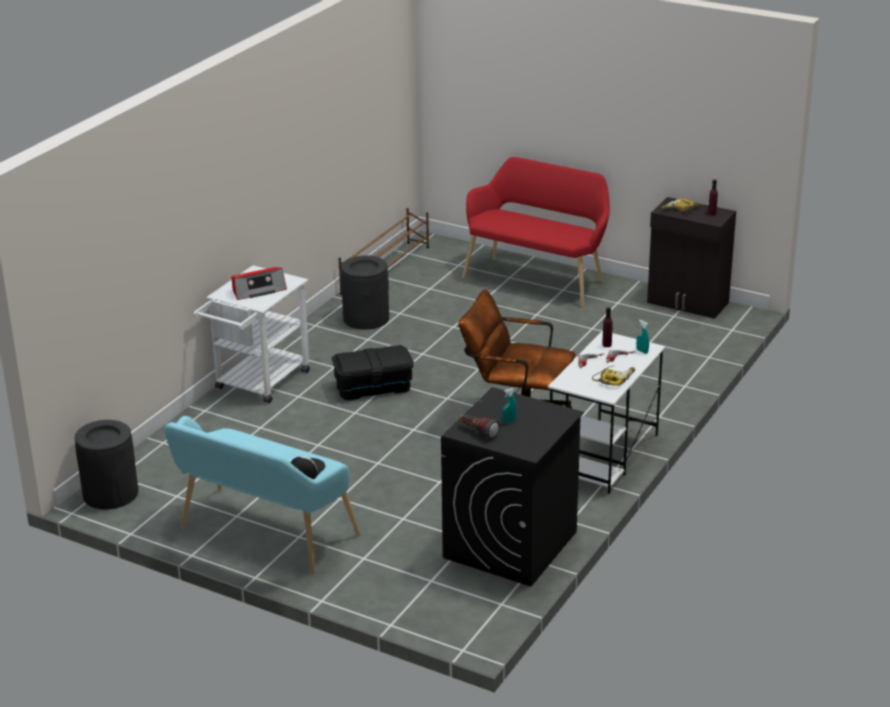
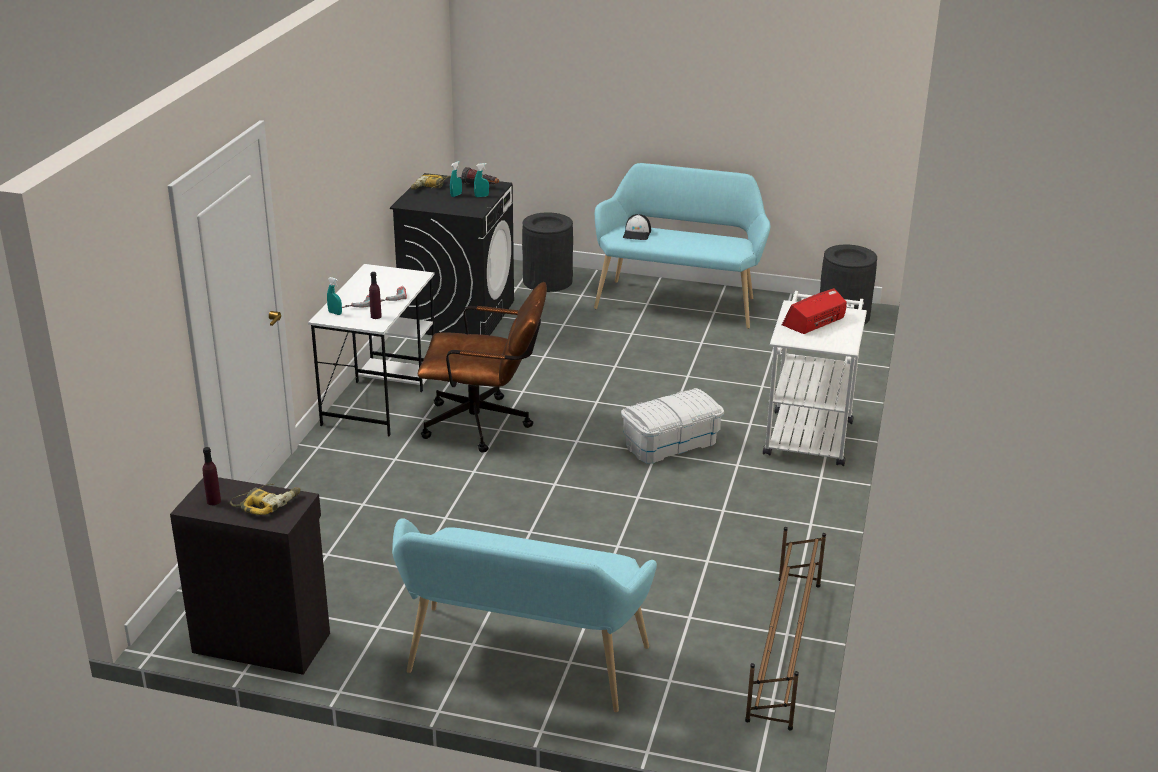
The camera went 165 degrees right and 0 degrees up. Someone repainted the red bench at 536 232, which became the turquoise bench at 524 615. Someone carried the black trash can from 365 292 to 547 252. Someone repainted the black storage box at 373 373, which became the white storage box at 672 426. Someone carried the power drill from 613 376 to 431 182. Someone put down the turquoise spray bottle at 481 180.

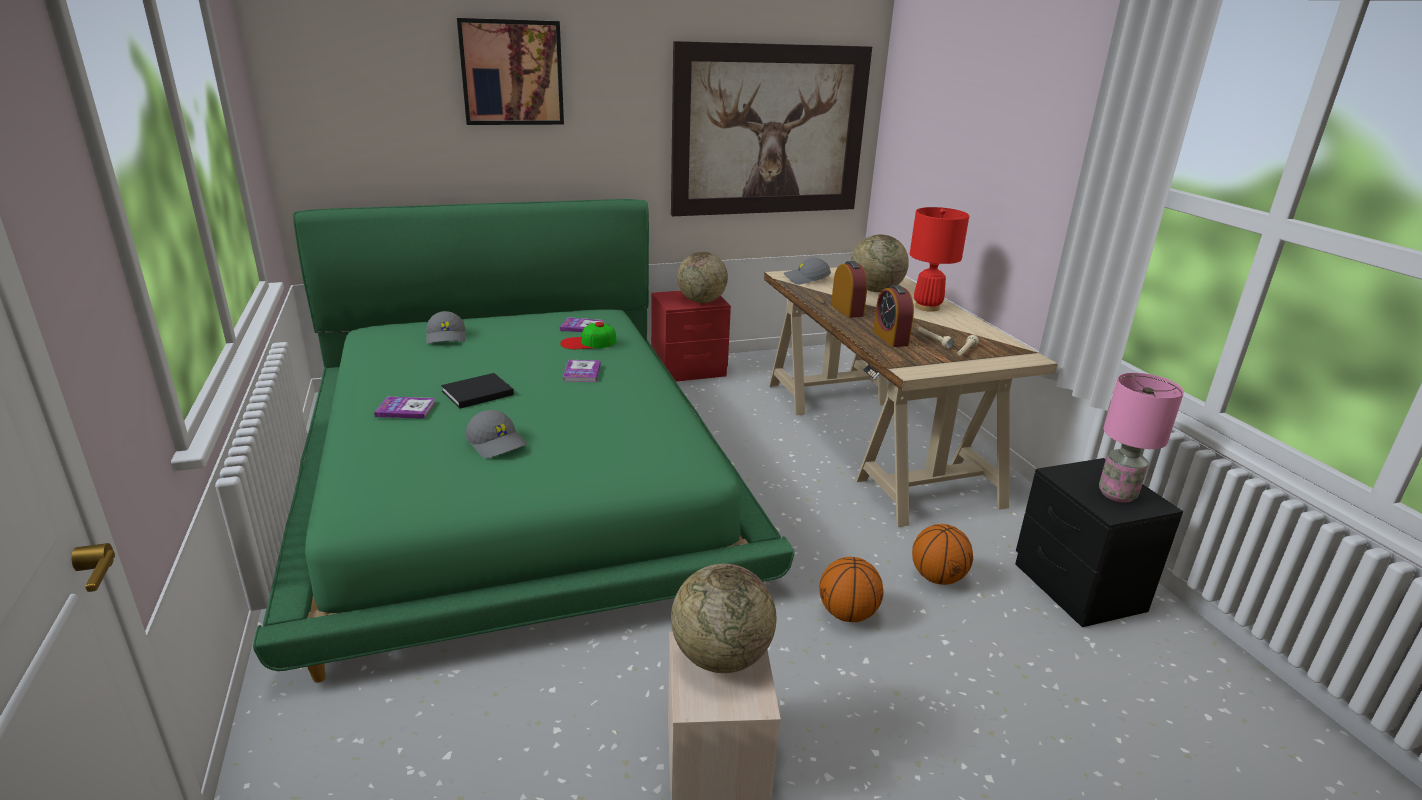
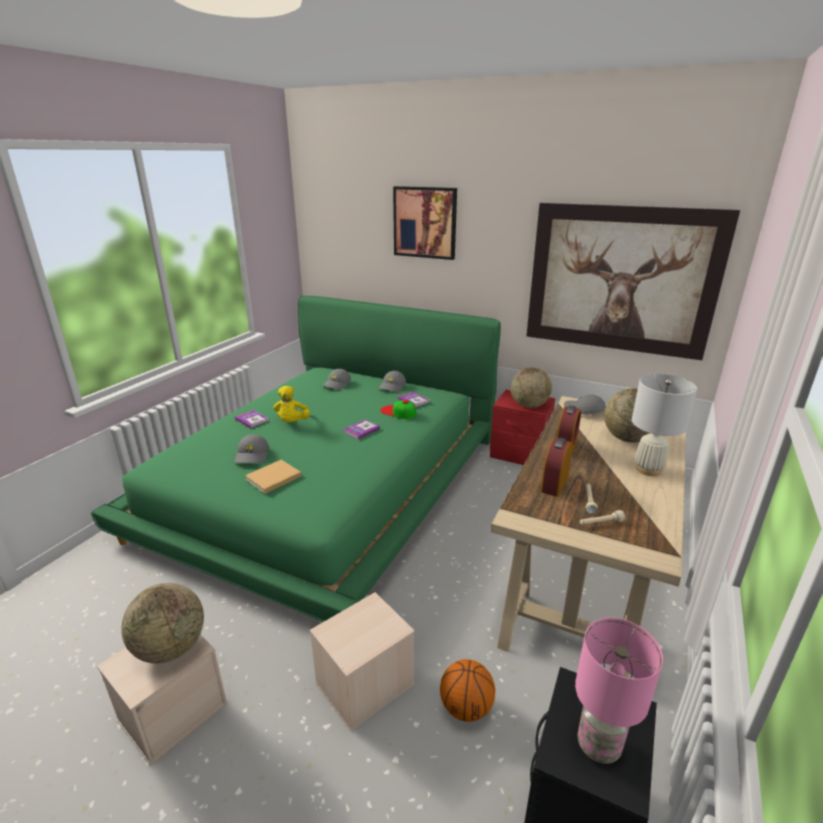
The camera went 45 degrees right and 0 degrees up. Someone repainted the red table lamp at 939 259, which became the white table lamp at 664 425. Someone swapped the black book at 477 391 for the yellow plush toy at 291 404. Someone swapped the basketball at 852 589 for the beige storage box at 362 661. Someone put down the grey cap at 392 381. Someone put down the beige book at 273 477.

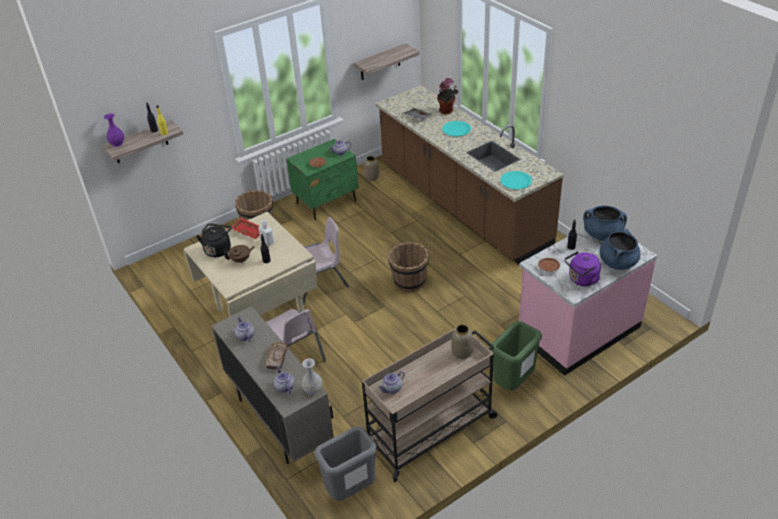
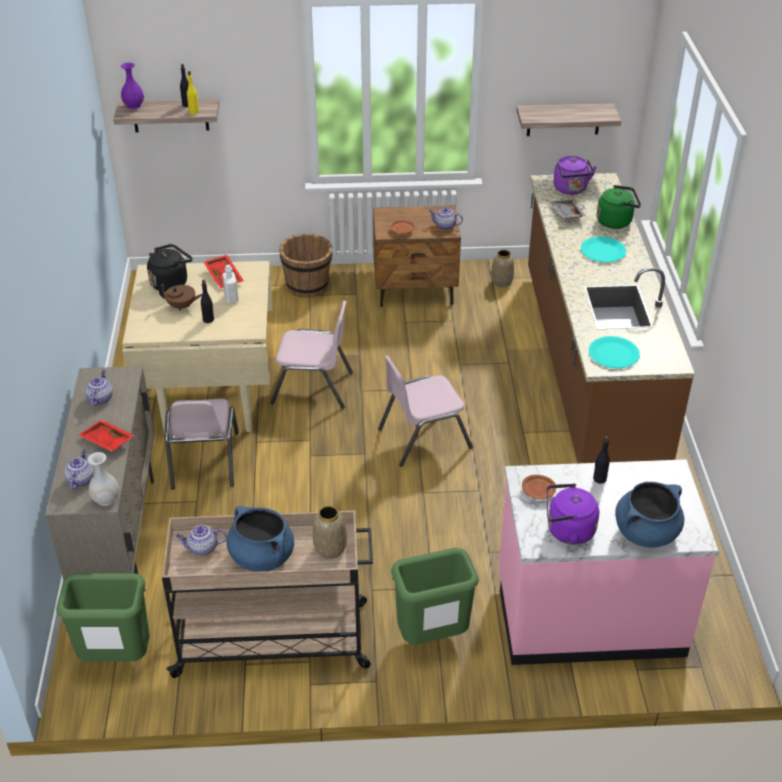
The camera went 30 degrees right and 0 degrees up. Someone swapped the potted plant at 447 96 for the green kettle at 619 207. Someone repainted the green nightstand at 322 179, which became the brown nightstand at 417 256. Someone carried the blue cooking pot from 605 223 to 260 539. Someone swapped the brown bucket at 408 267 for the pink chair at 425 411. Someone swapped the bread at 276 356 for the red tray at 107 435. Someone repainted the grey trash can at 345 463, which became the green trash can at 103 617. Someone put down the purple kettle at 574 175.

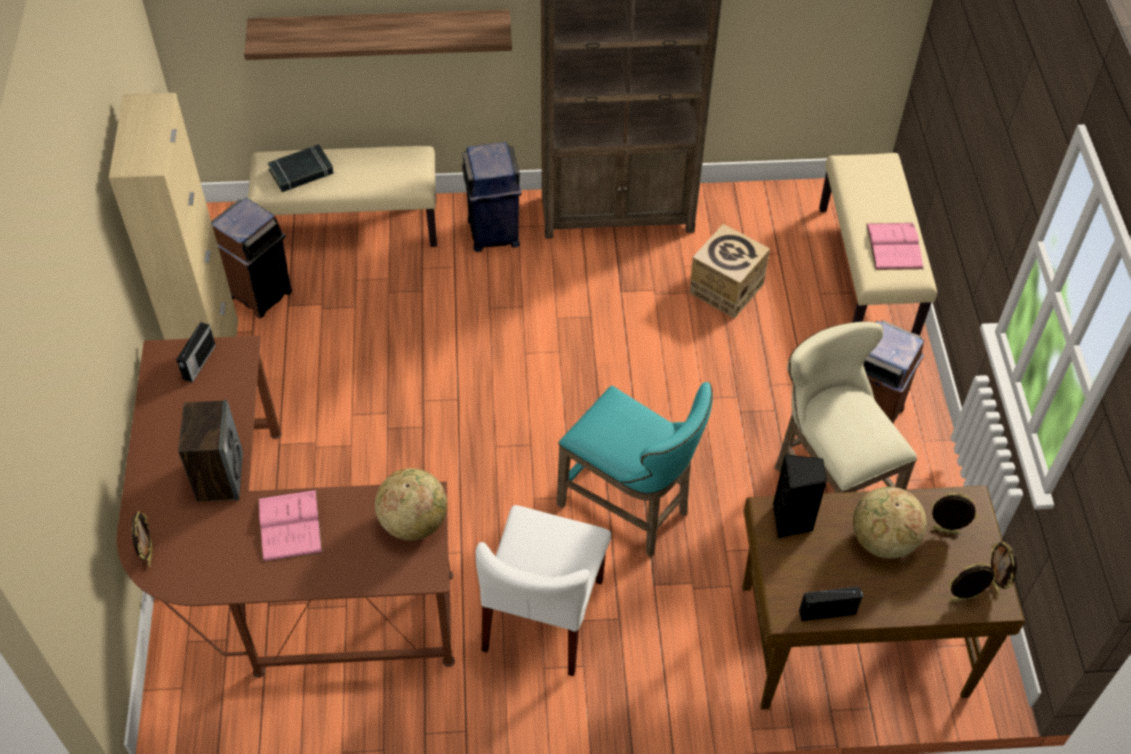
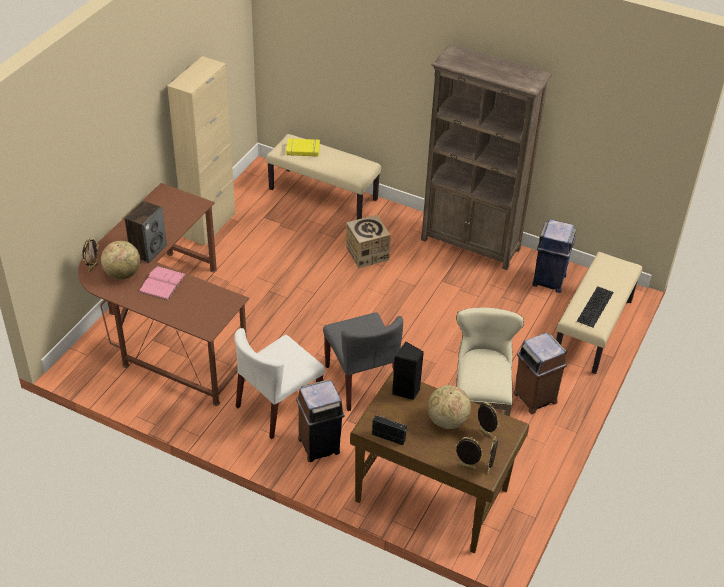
The camera went 30 degrees right and 10 degrees down. Someone took away the shelf at 378 34. Someone carried the blue trash can from 492 197 to 554 256. Someone repainted the black book at 301 168, which became the yellow book at 303 147. Someone carried the brown trash can from 251 258 to 320 421. Someone swapped the pink book at 895 246 for the keyboard at 595 306. Someone carried the cardboard box from 730 271 to 368 241. Someone took away the radio at 196 352. Someone swapped the turquoise stool at 635 469 for the grey chair at 363 361. Someone carried the globe from 411 504 to 121 260.

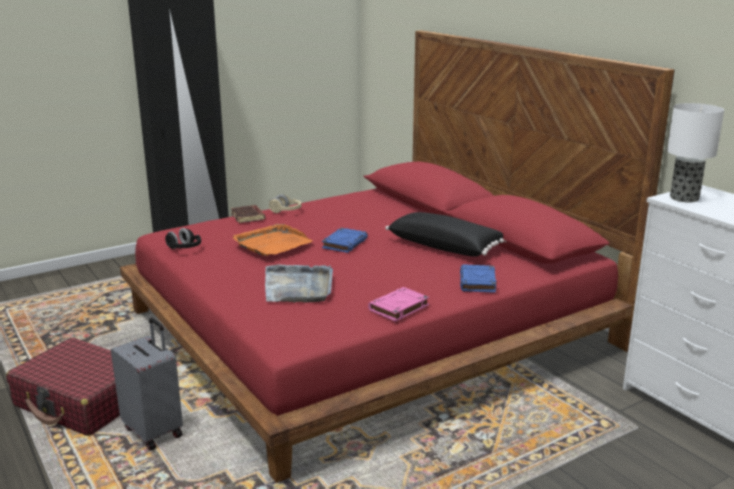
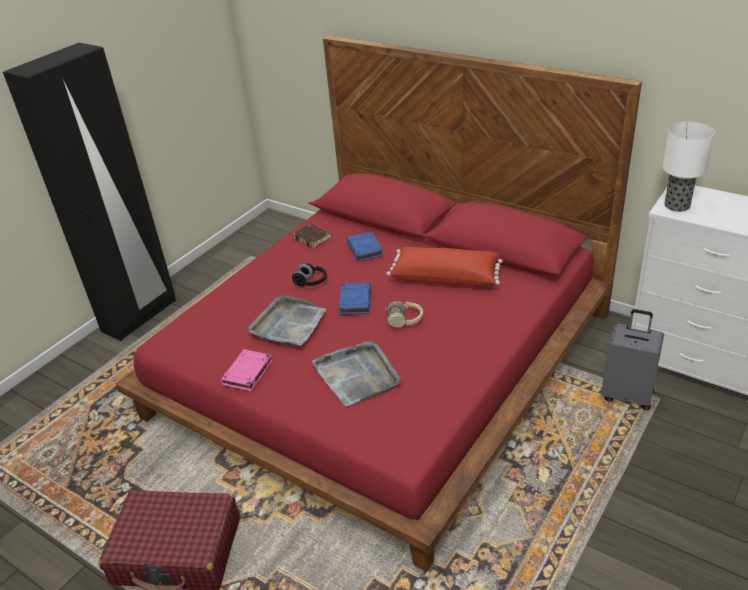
The camera went 20 degrees left and 15 degrees up. Someone carried the beige headphones from 285 203 to 404 314. Someone carried the brown book from 248 214 to 312 235. Someone repainted the black pillow at 445 234, which became the red pillow at 444 266. Someone repainted the orange tray at 273 240, which became the grey tray at 287 320. Someone carried the black headphones from 183 238 to 309 275. Someone carried the blue book from 478 278 to 365 246. Someone carried the pink book from 398 304 to 246 370. Someone carried the grey suitcase from 147 384 to 632 359.

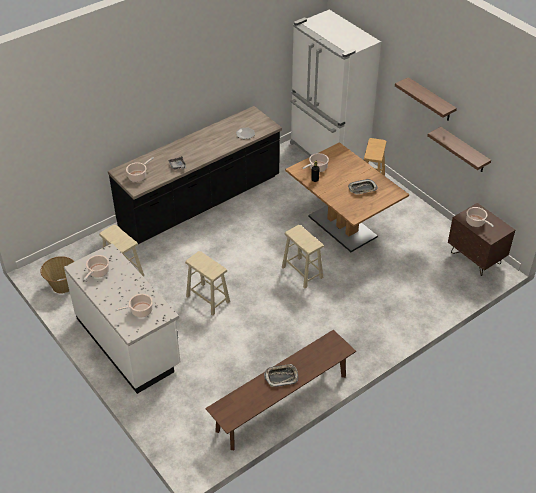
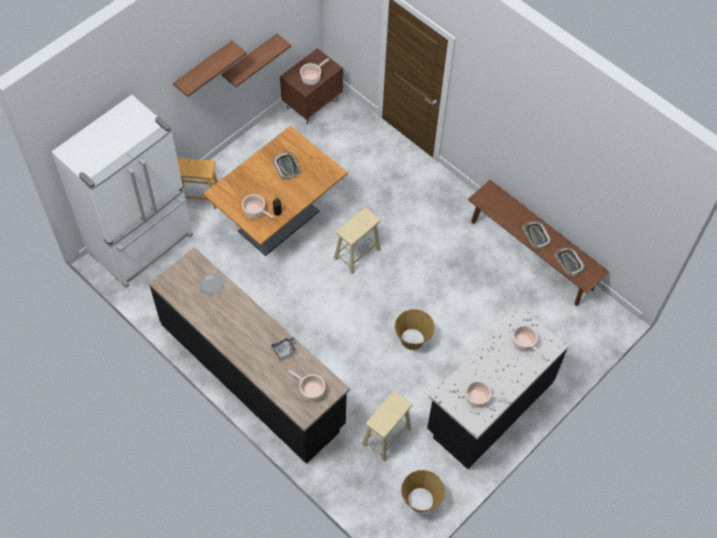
The camera went 100 degrees left and 15 degrees up. Someone repainted the white counter at 122 318, which became the black counter at 498 388. Someone swapped the beige stool at 207 283 for the basket at 415 329. Someone put down the tray at 569 261.

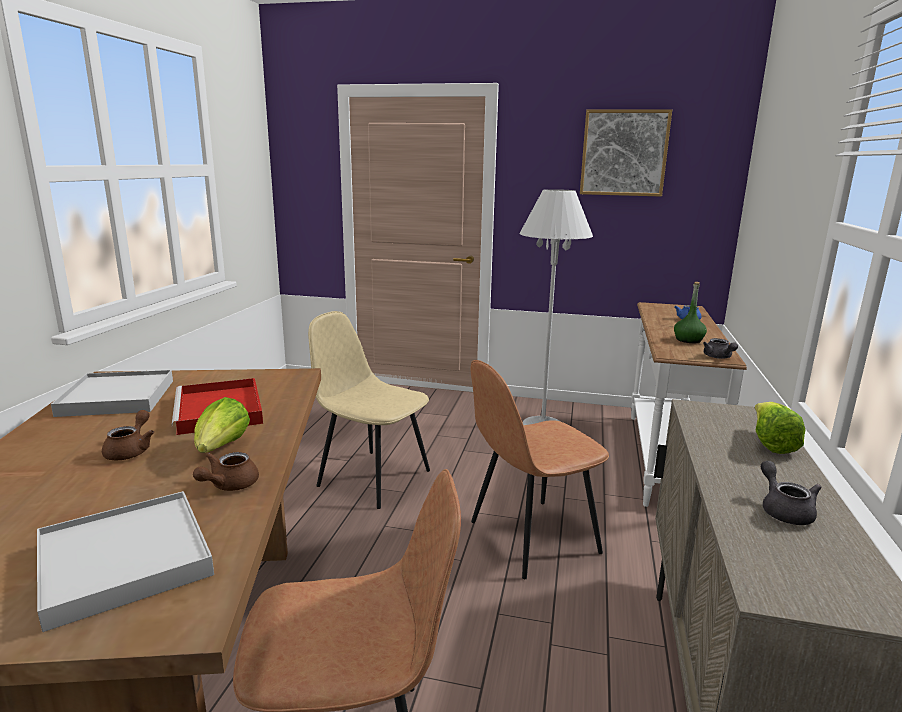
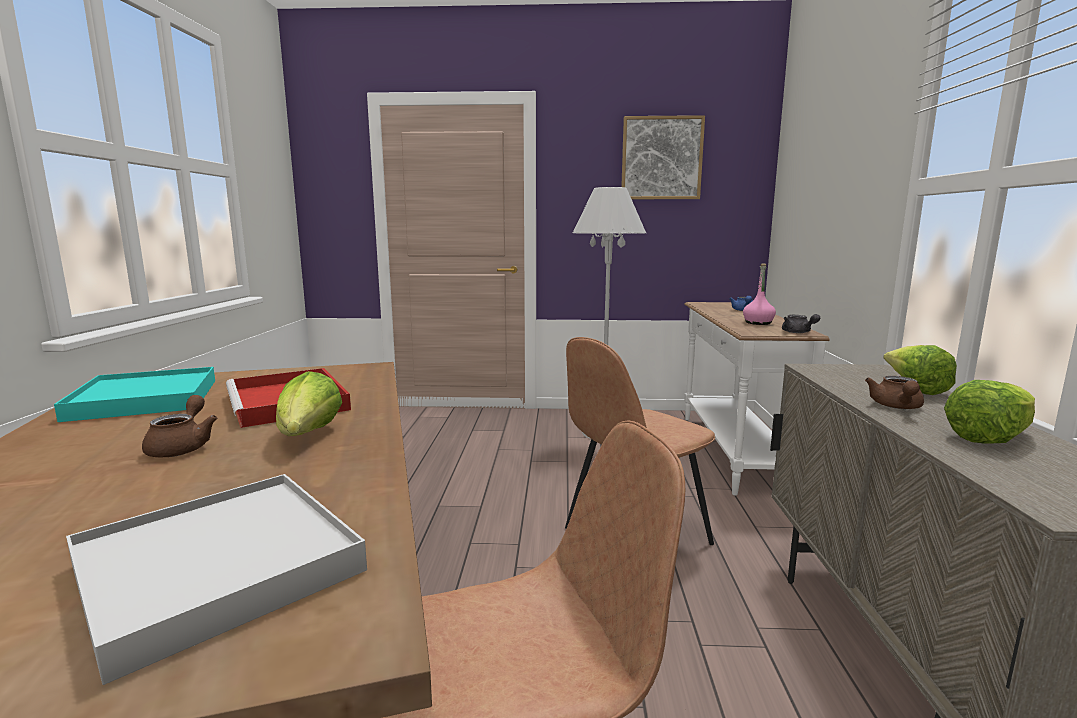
The camera went 10 degrees left and 5 degrees down. Someone repainted the green bottle at 690 312, which became the pink bottle at 759 294. Someone took away the beige chair at 369 410. Someone repainted the white tray at 112 393, which became the turquoise tray at 134 394. Someone carried the brown teapot from 226 471 to 894 392. Someone swapped the grey teapot at 791 493 for the lettuce at 989 411.

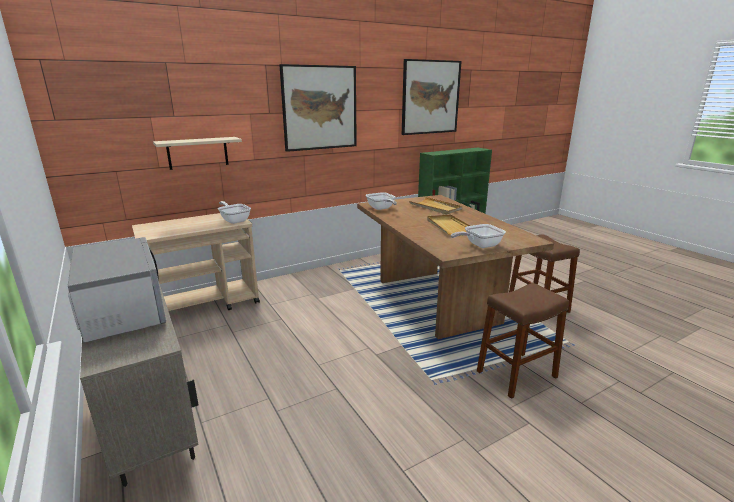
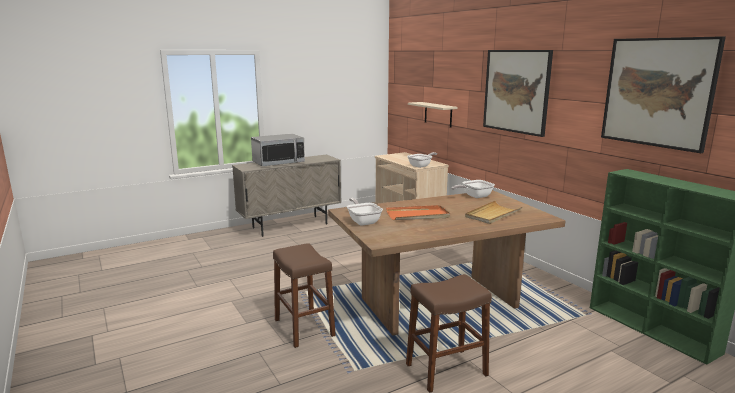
The camera went 90 degrees right and 5 degrees down. Someone repainted the beige tray at 448 225, which became the orange tray at 418 212.

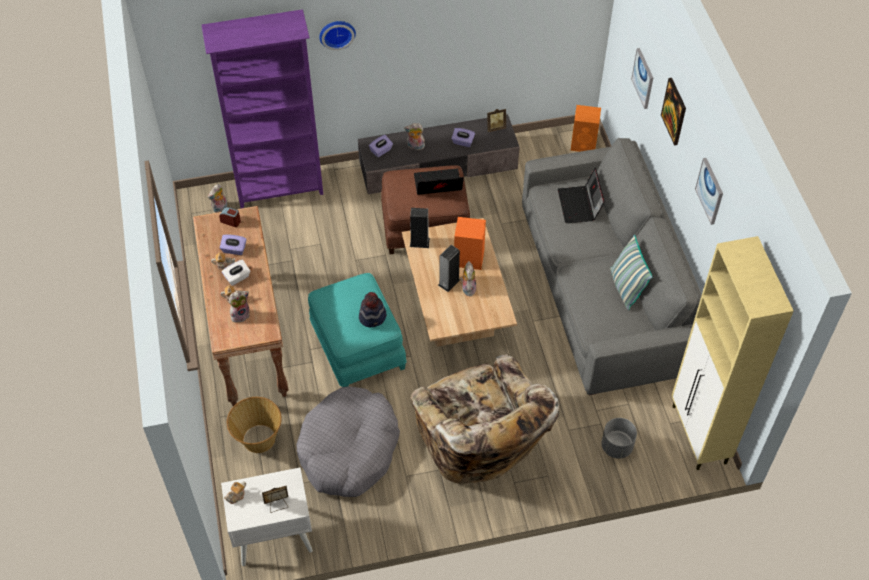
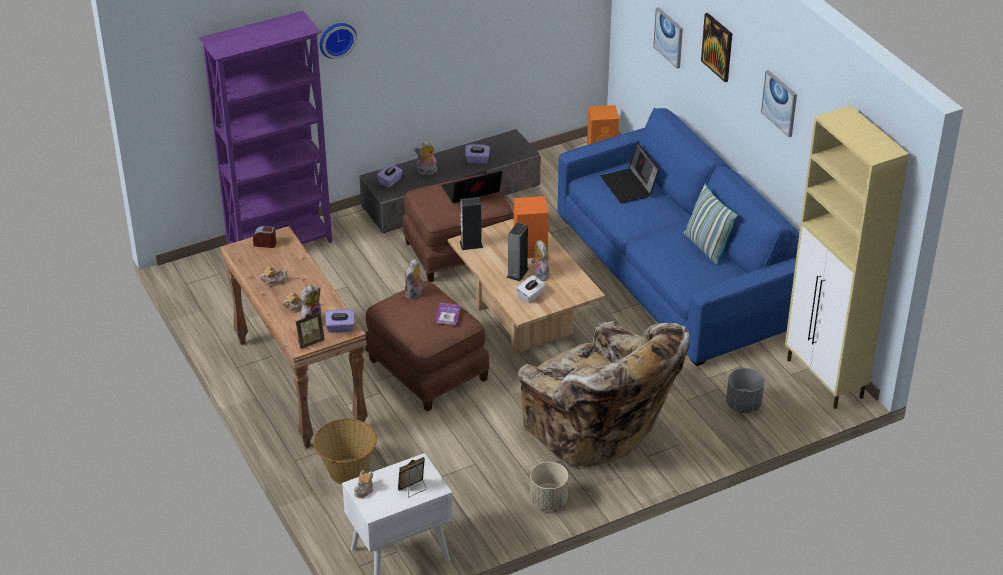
The camera went 15 degrees left and 15 degrees down. Someone carried the picture frame from 496 120 to 310 330. Someone repainted the grey sofa at 612 266, which became the blue sofa at 679 237. Someone carried the plush toy from 218 198 to 414 279. Someone carried the purple tissue box from 233 244 to 339 321. Someone carried the white tissue box from 236 273 to 531 289. Someone repainted the turquoise ottoman at 357 330, which became the brown ottoman at 427 346. Someone swapped the hat at 372 309 for the book at 448 314. Someone took away the grey dog bed at 348 441. Someone put down the beige planter at 549 486.

